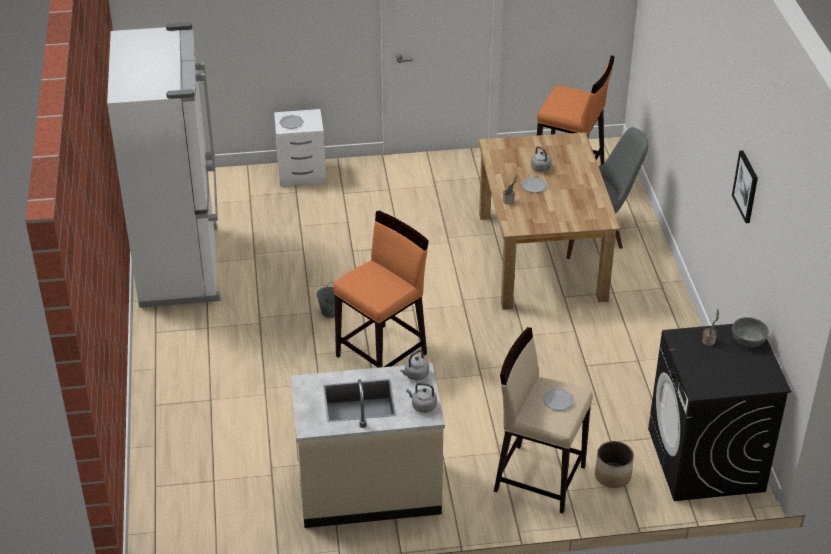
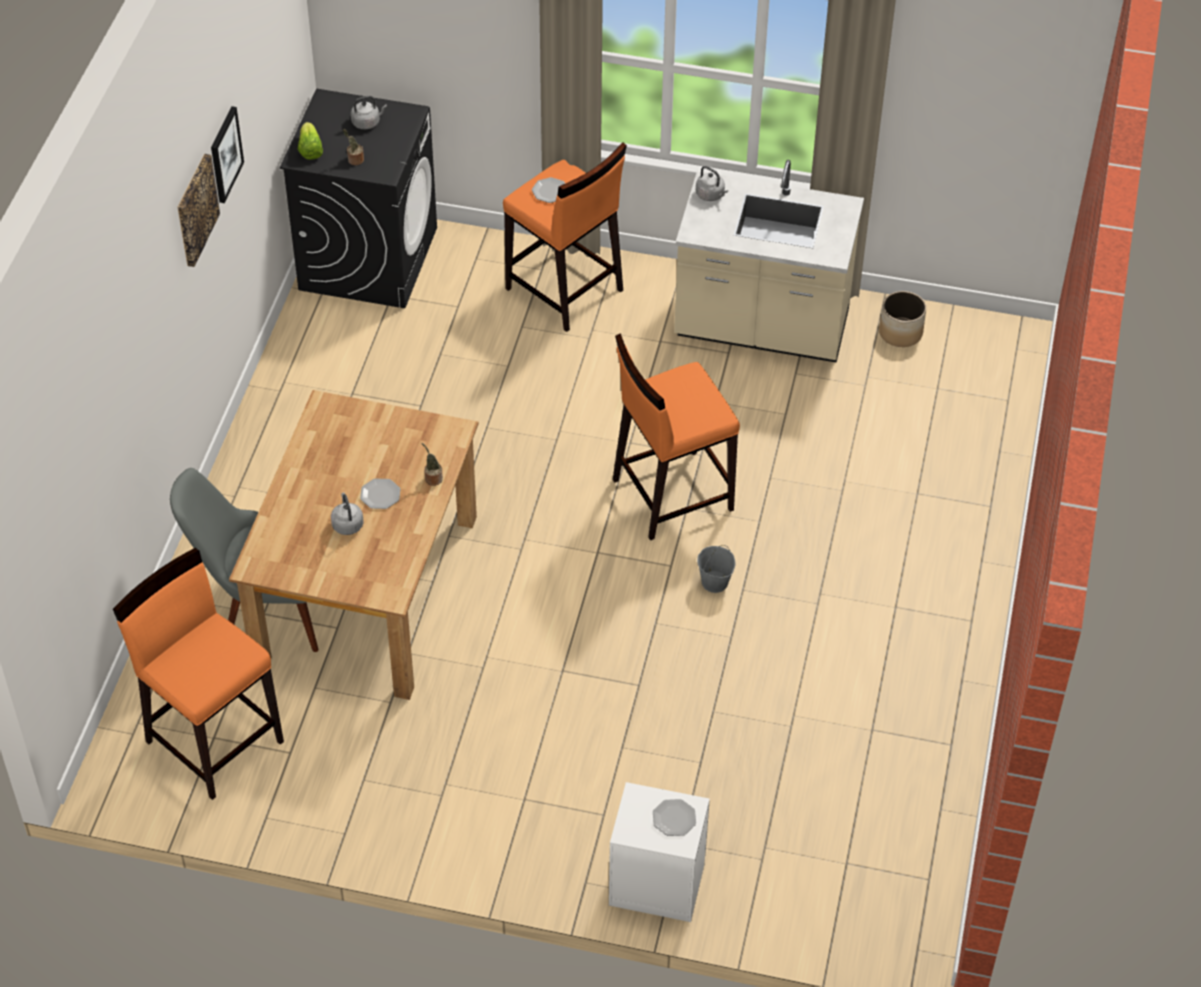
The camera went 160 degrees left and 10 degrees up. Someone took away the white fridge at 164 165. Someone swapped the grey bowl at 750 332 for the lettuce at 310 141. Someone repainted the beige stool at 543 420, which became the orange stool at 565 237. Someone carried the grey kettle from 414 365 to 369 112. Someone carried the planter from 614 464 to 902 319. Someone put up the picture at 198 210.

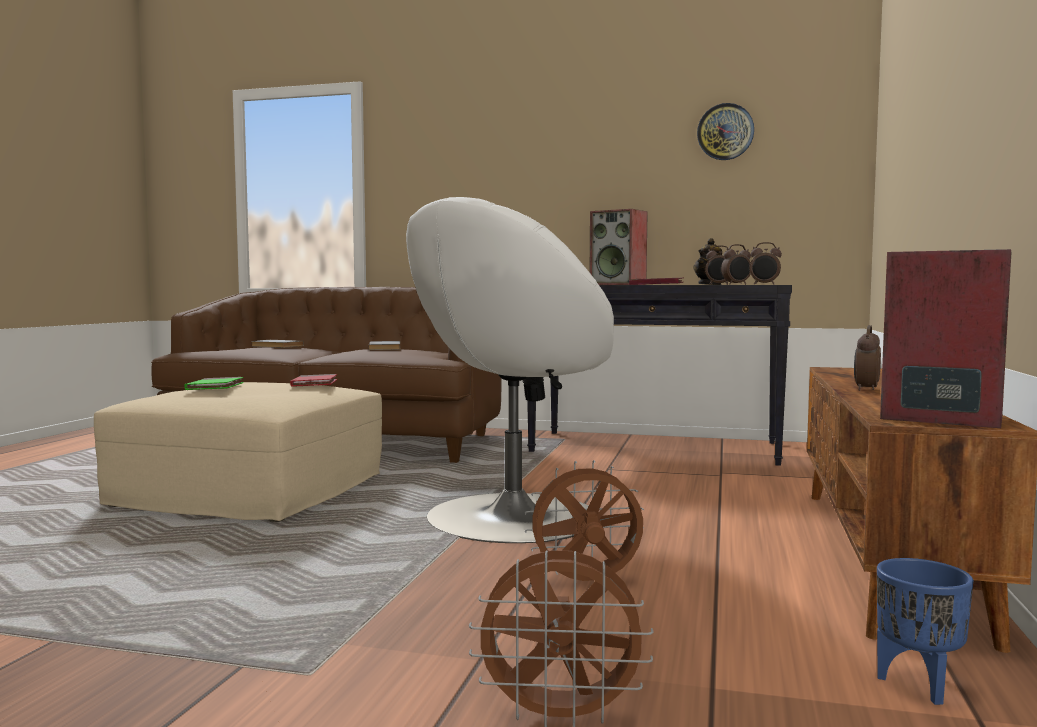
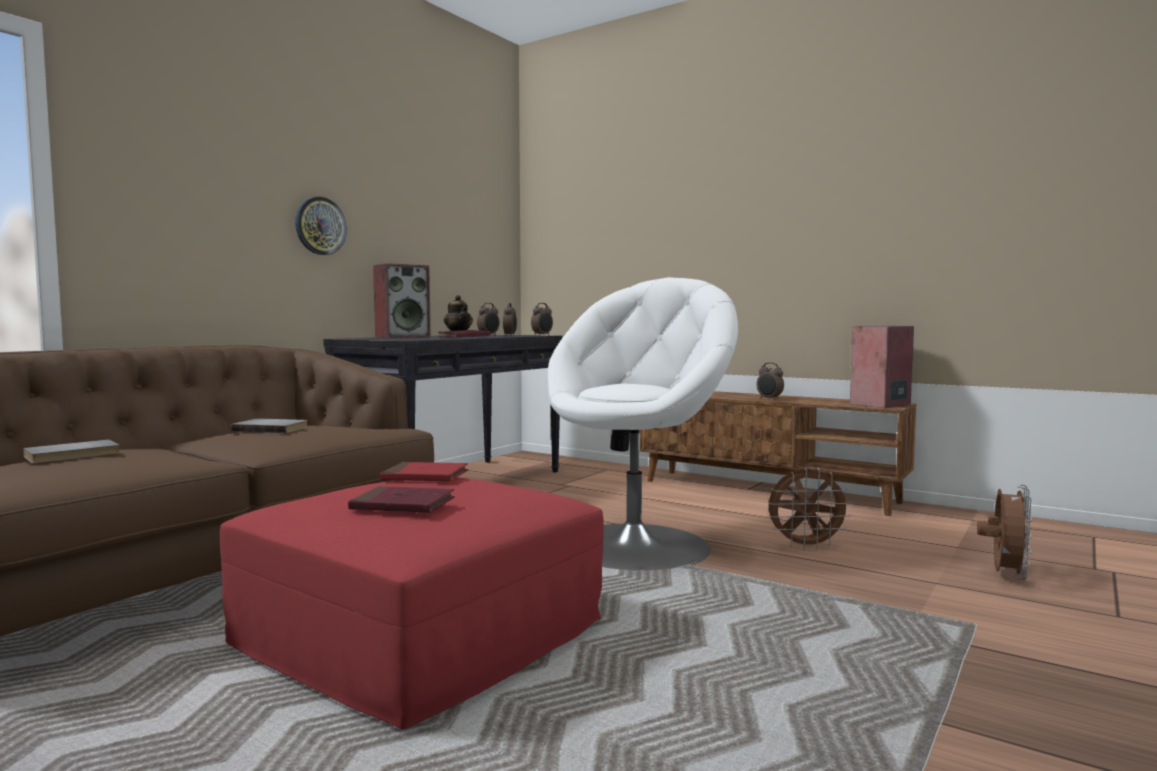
The camera went 70 degrees left and 0 degrees up. Someone carried the wall clock from 725 131 to 321 226. Someone rotated the white armchair at 510 370 by 120 degrees counterclockwise. Someone repainted the green book at 214 383, which became the red book at 401 499. Someone repainted the beige ottoman at 238 452, which became the red ottoman at 412 603. Someone rotated the brown fan at 584 520 by 105 degrees counterclockwise. Someone took away the blue planter at 925 631.

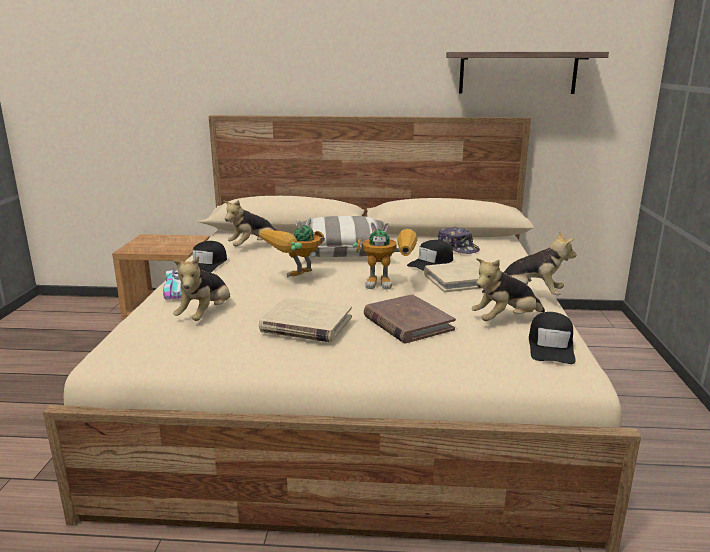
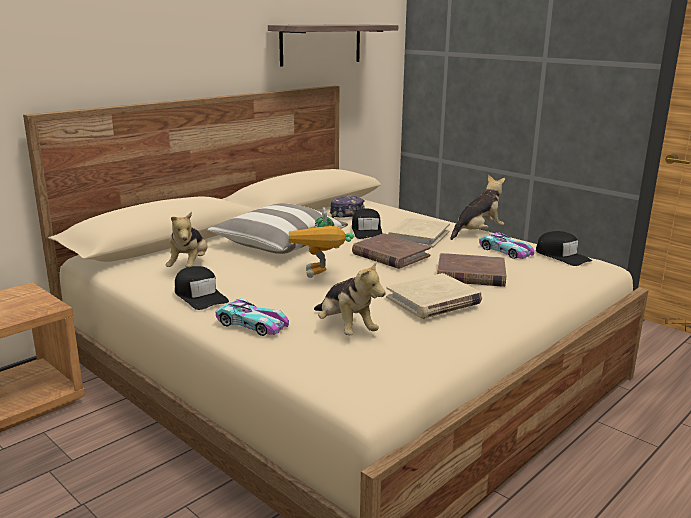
The camera went 50 degrees left and 0 degrees up. Someone swapped the toy robot at 384 255 for the brown book at 391 251. Someone swapped the plush toy at 508 289 for the toy car at 507 245.

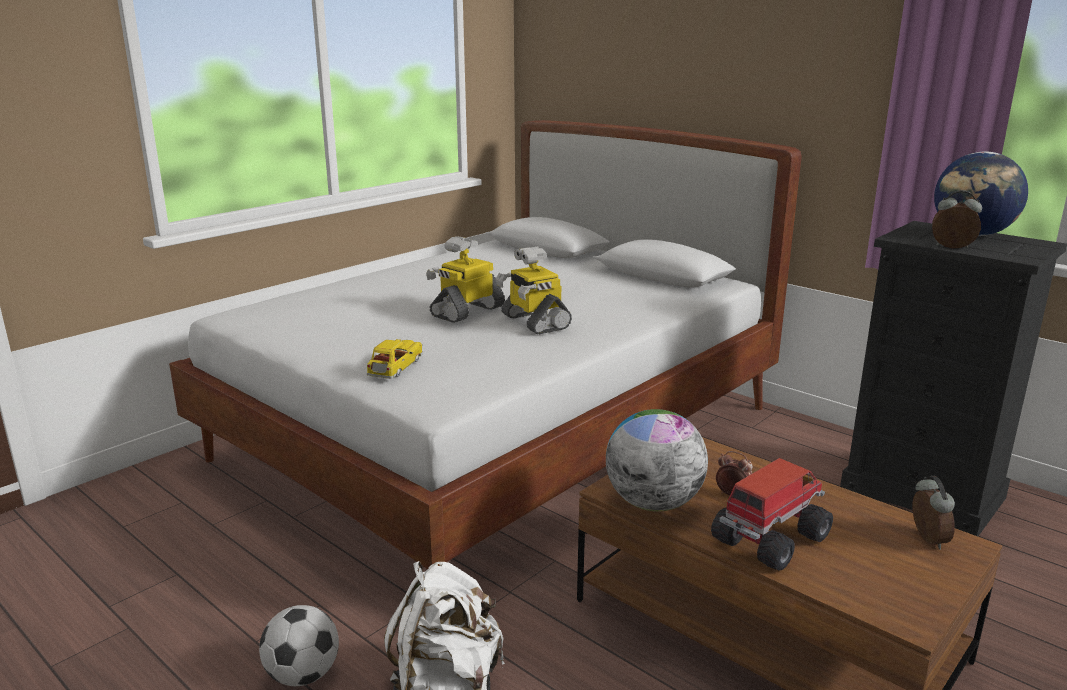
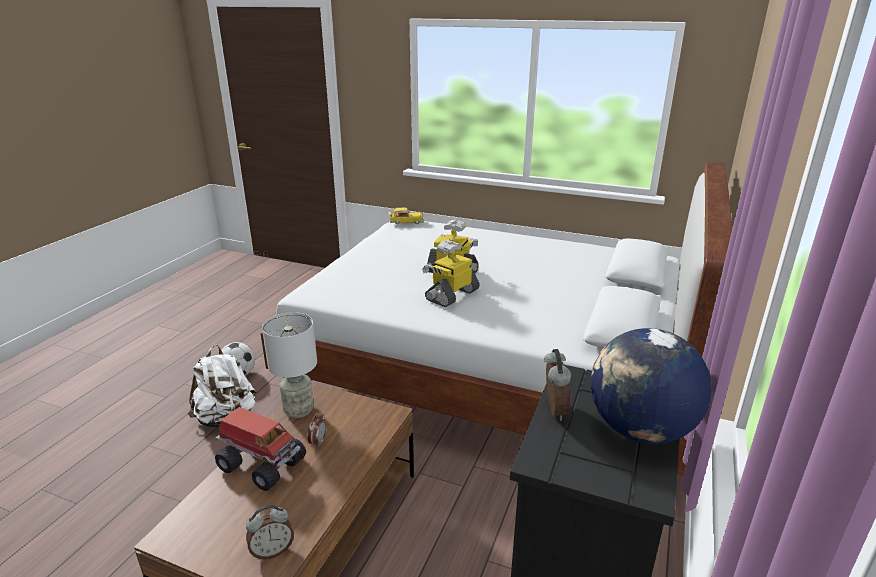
The camera went 70 degrees right and 5 degrees up. Someone carried the toy car from 394 359 to 406 216. Someone swapped the globe at 657 460 for the grey table lamp at 289 365.

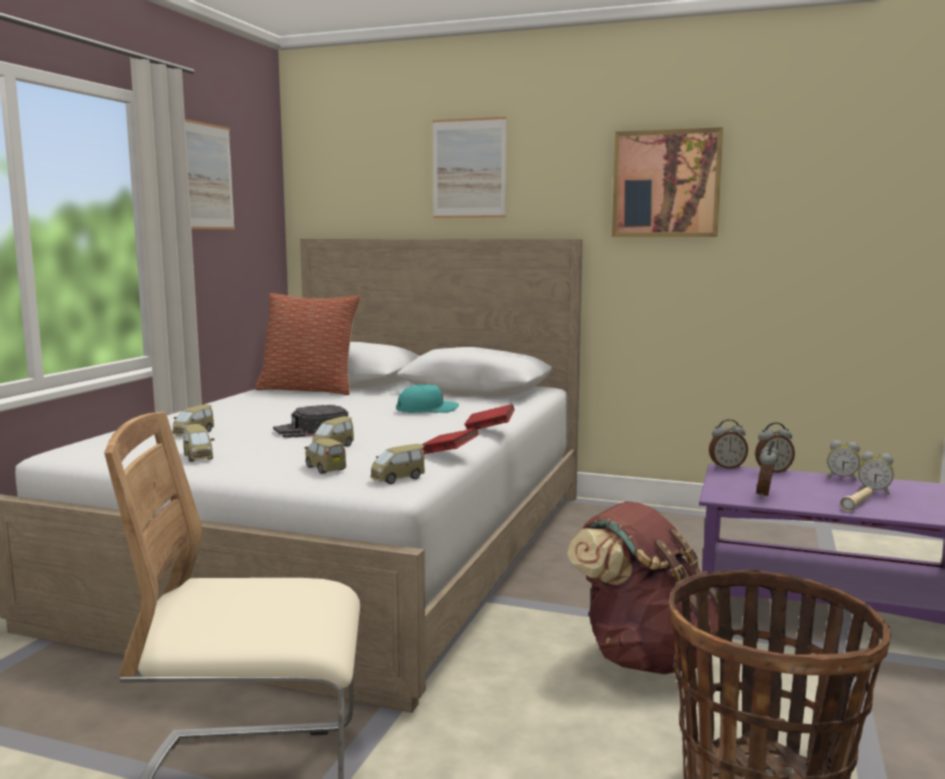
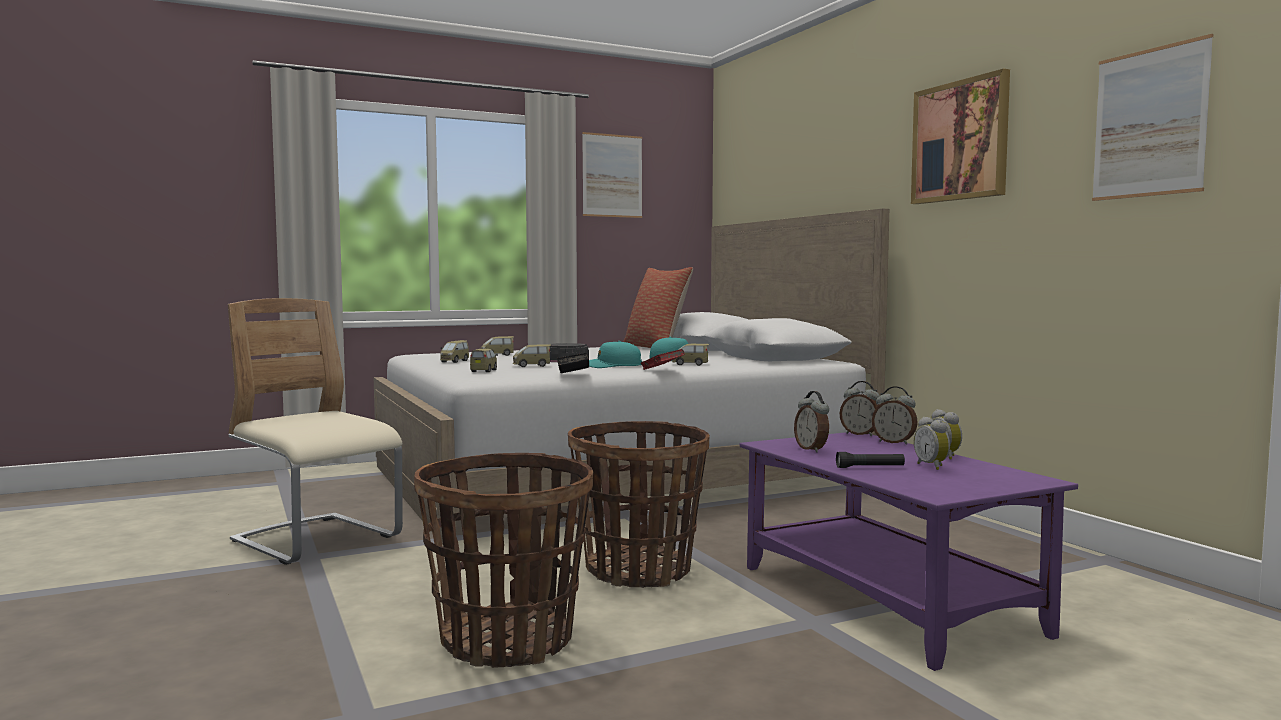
The camera went 45 degrees right and 5 degrees down. Someone carried the picture from 469 167 to 1152 117. Someone repainted the red book at 450 441, which became the black book at 573 363. Someone rotated the alarm clock at 767 469 by 90 degrees counterclockwise. Someone carried the toy car from 397 464 to 690 355. Someone repainted the beige flashlight at 856 499, which became the black flashlight at 870 460. Someone swapped the brown backpack at 643 588 for the basket at 639 504. Someone put down the turquoise cap at 615 354.

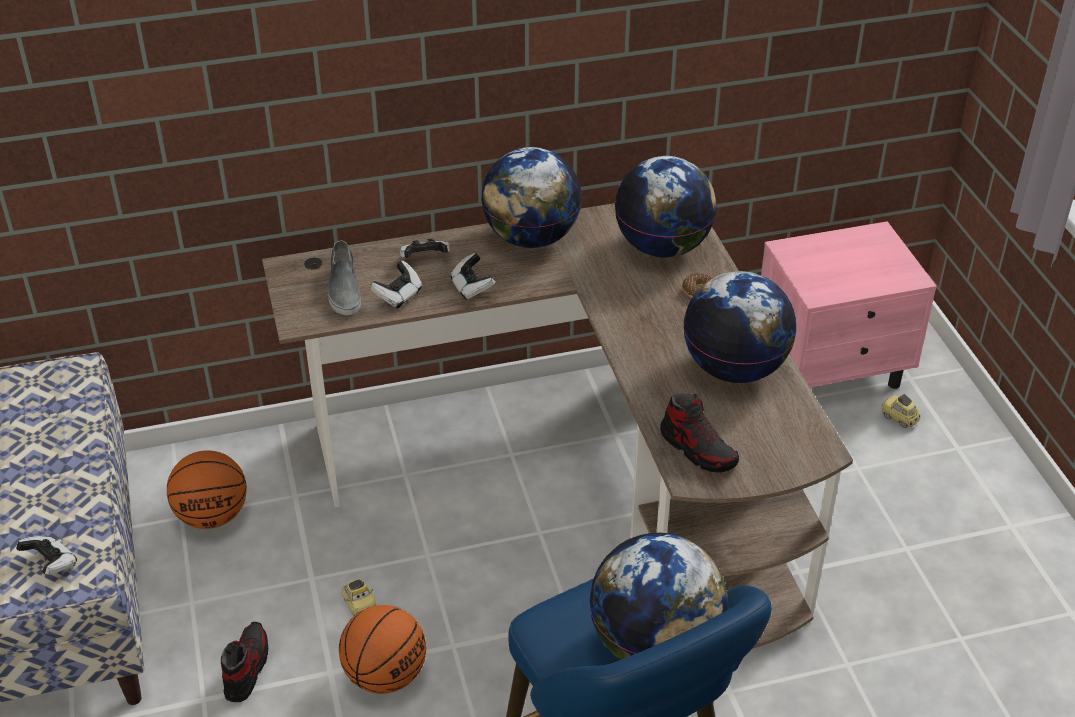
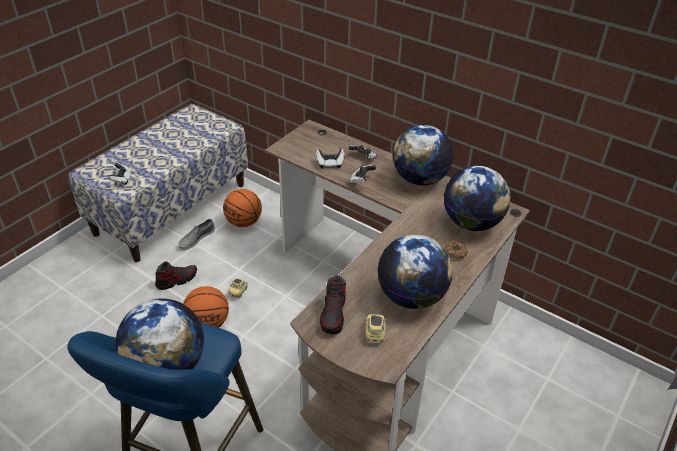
The camera went 50 degrees right and 0 degrees up. Someone took away the pink nightstand at 849 305. Someone carried the grey shoe from 344 278 to 196 234. Someone carried the toy car from 901 411 to 376 329.

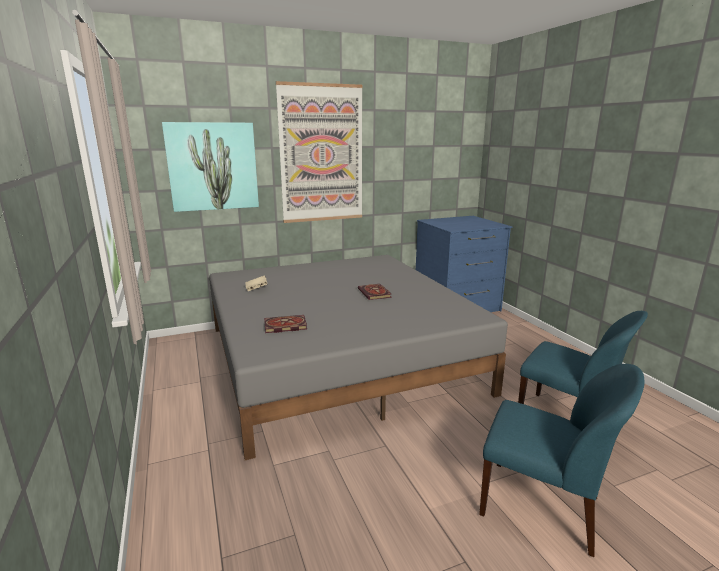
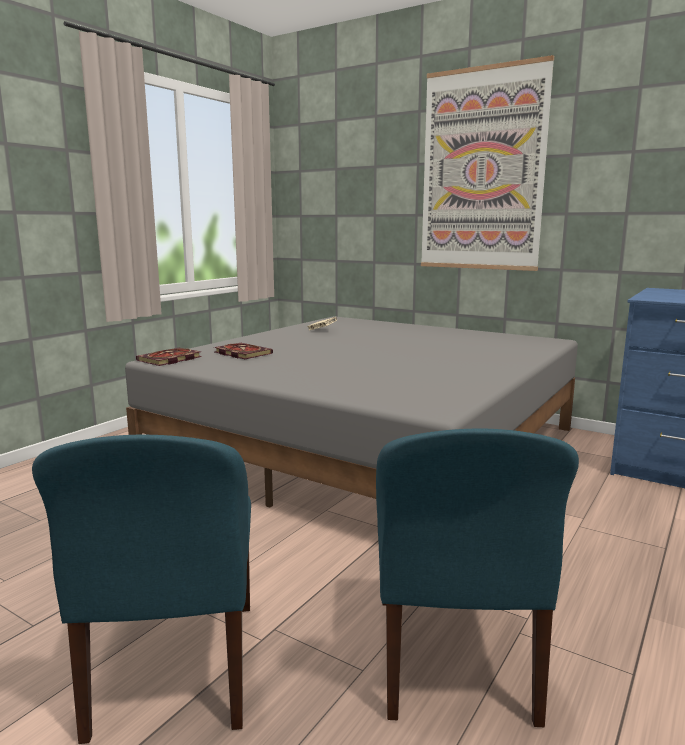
The camera went 55 degrees right and 5 degrees down. Someone took away the picture at 210 167. Someone carried the book from 375 292 to 169 357.

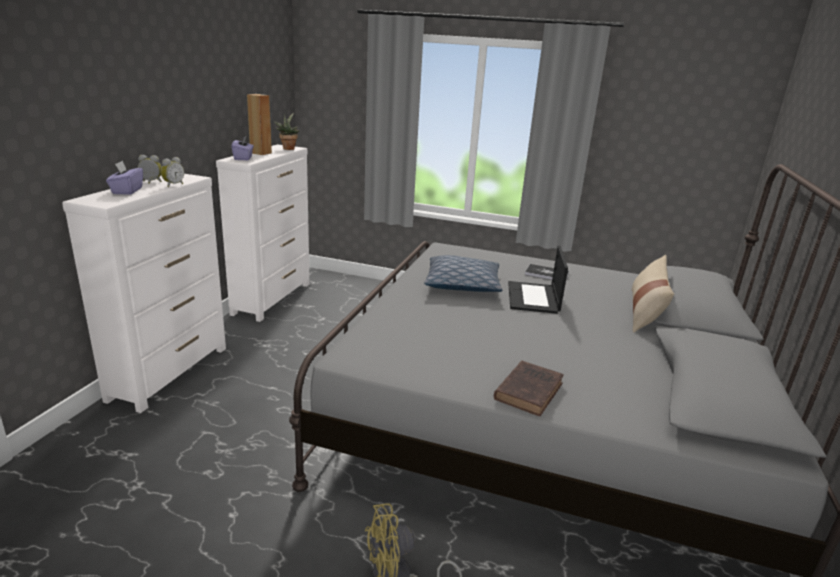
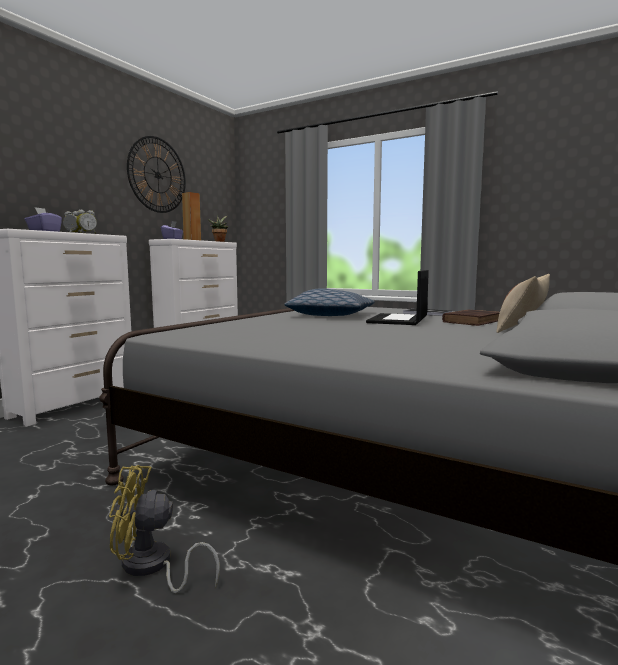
The camera went 15 degrees right and 15 degrees down. Someone carried the brown book from 529 388 to 471 317. Someone put up the wall clock at 156 174.

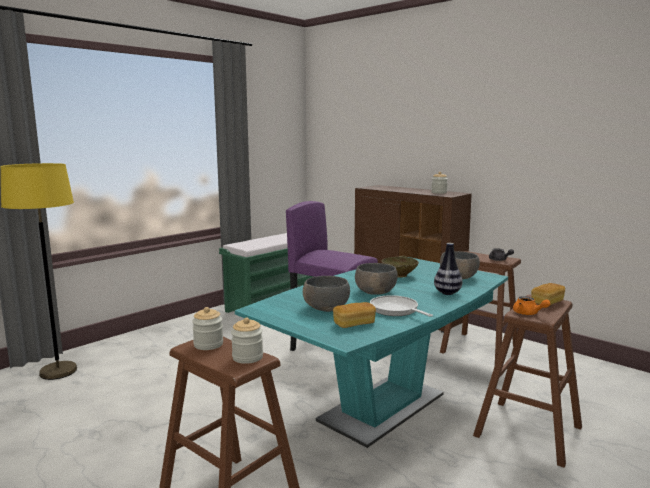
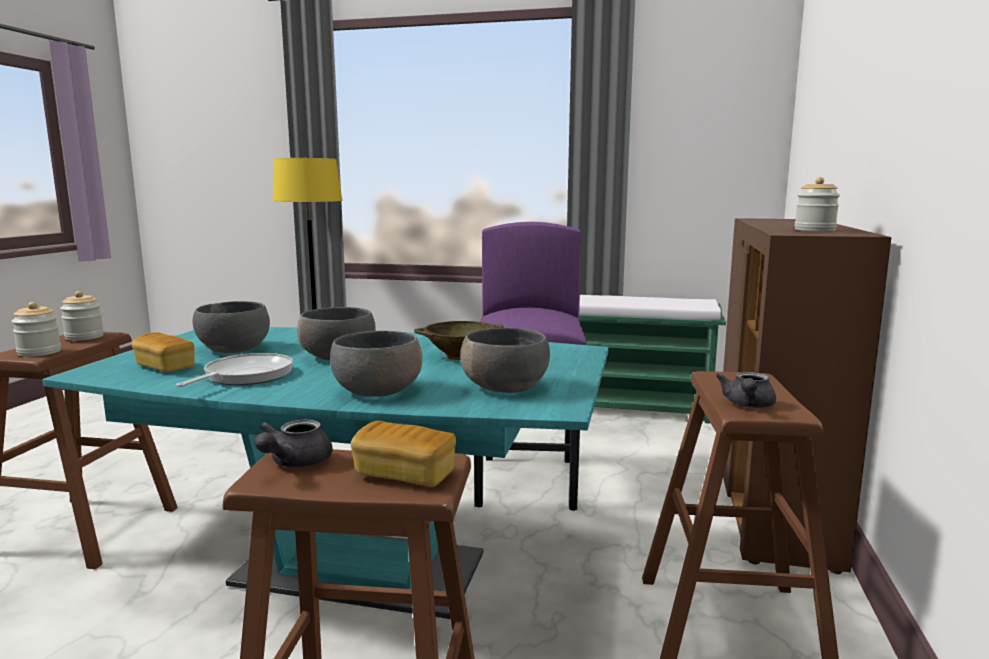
The camera went 60 degrees right and 0 degrees up. Someone swapped the vase at 448 269 for the grey bowl at 376 364. Someone repainted the orange teapot at 532 305, which became the grey teapot at 293 443.

